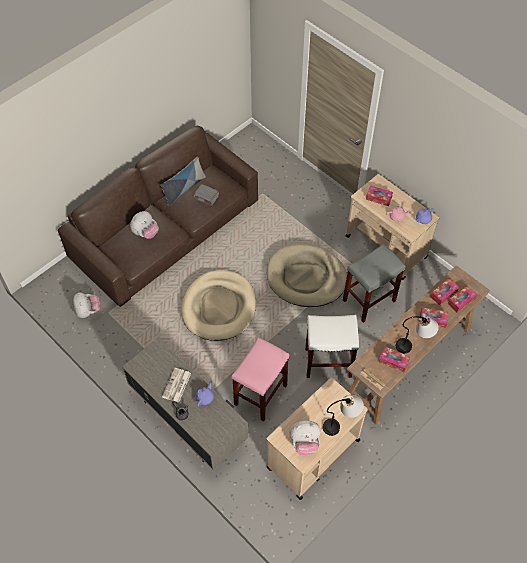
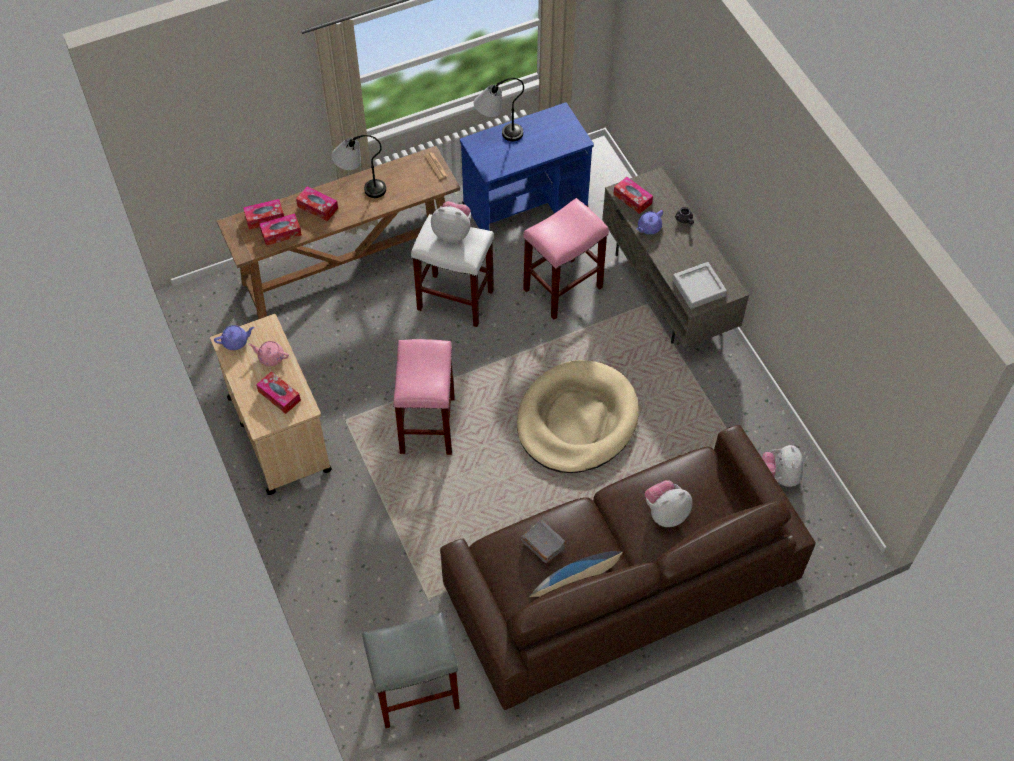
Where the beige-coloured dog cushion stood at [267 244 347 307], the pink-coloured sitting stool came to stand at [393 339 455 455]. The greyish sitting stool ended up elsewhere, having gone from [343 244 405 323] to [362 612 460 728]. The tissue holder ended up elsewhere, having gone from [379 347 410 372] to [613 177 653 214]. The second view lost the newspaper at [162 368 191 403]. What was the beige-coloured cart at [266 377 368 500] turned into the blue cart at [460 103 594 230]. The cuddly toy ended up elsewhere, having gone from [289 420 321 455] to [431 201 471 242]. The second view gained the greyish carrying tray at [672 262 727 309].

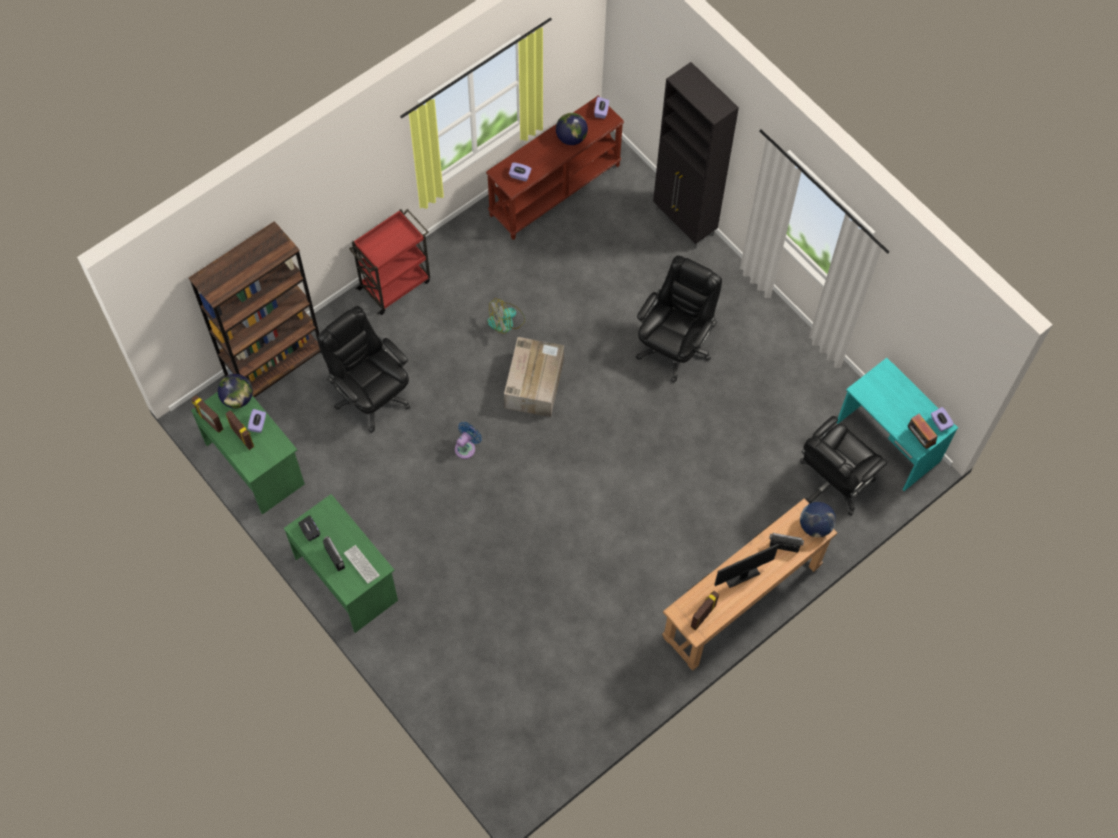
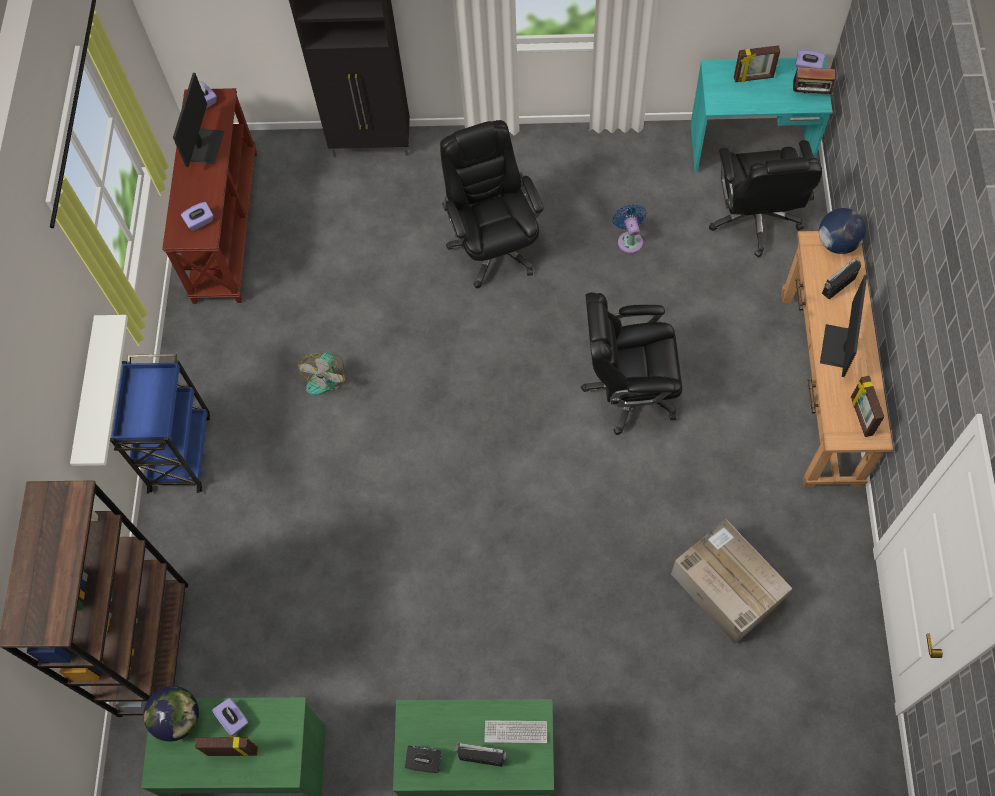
Where the globe stood at [556 113 588 145], the computer display came to stand at [173 73 224 167]. What was the red cart at [349 209 430 315] turned into the blue cart at [110 354 210 494]. The black-coloured desk chair ended up elsewhere, having gone from [318 306 410 433] to [581 292 682 435]. The packing box ended up elsewhere, having gone from [504 337 564 417] to [671 519 793 644]. The picture frame ended up elsewhere, having gone from [192 395 223 433] to [734 45 780 82]. The blue electric fan ended up elsewhere, having gone from [455 422 482 459] to [612 204 647 254]. The second view gained the whitish bracket shelf at [70 315 128 466].

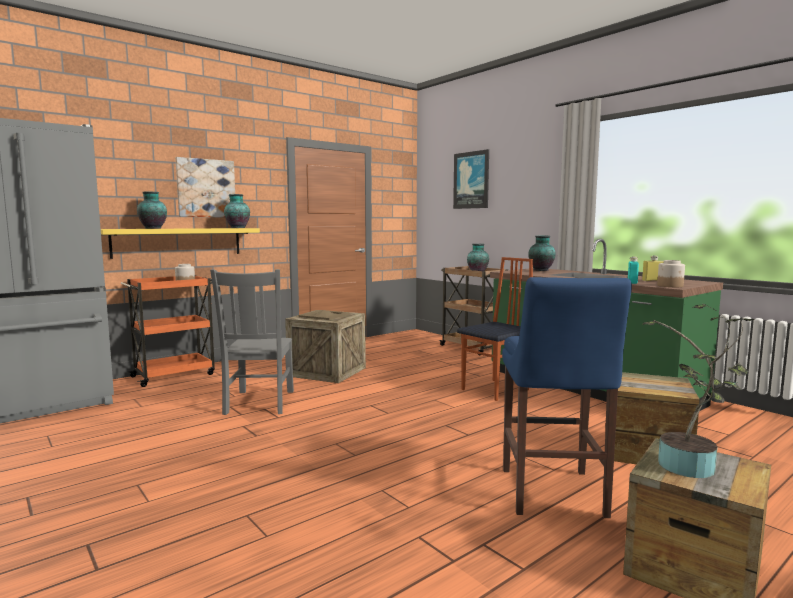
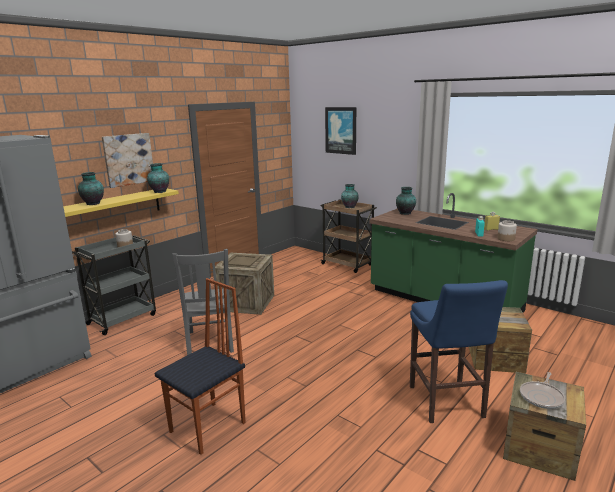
The chair ended up elsewhere, having gone from [457 257 533 401] to [154 278 246 455]. What was the orangey cart at [121 275 215 387] turned into the greyish cart at [72 235 156 335]. Where the potted plant stood at [642 304 755 478], the frying pan came to stand at [520 372 565 409].

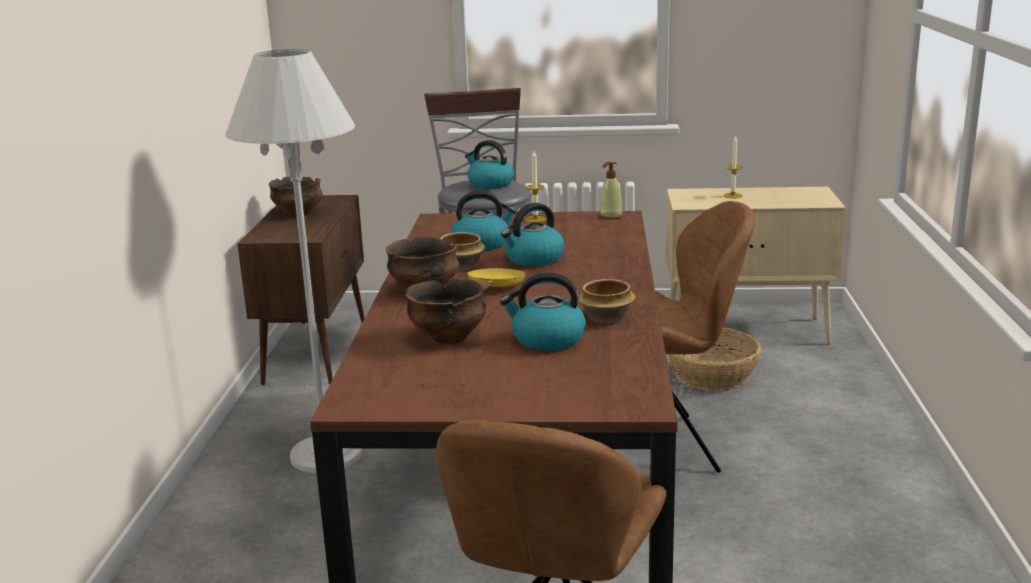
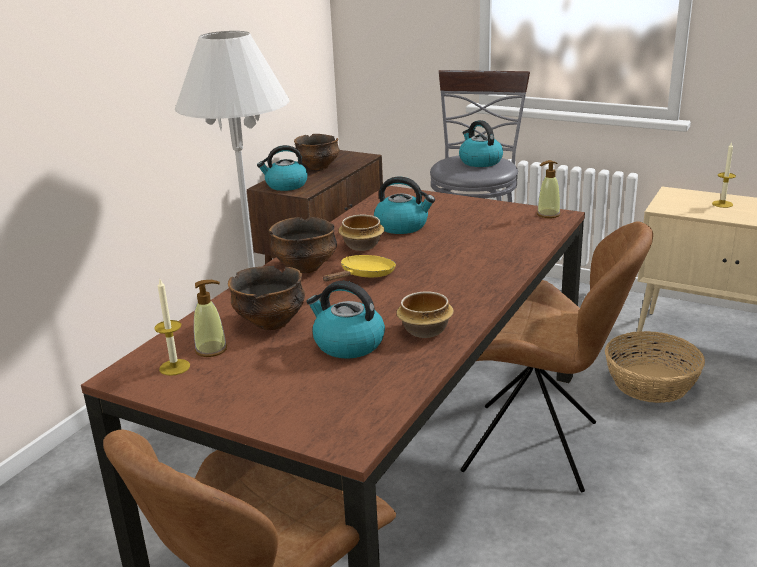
The wax light ended up elsewhere, having gone from [525 151 547 223] to [154 279 190 376]. The water kettle ended up elsewhere, having gone from [501 203 564 267] to [257 145 308 191]. The second view gained the soap dispenser at [194 280 227 357].

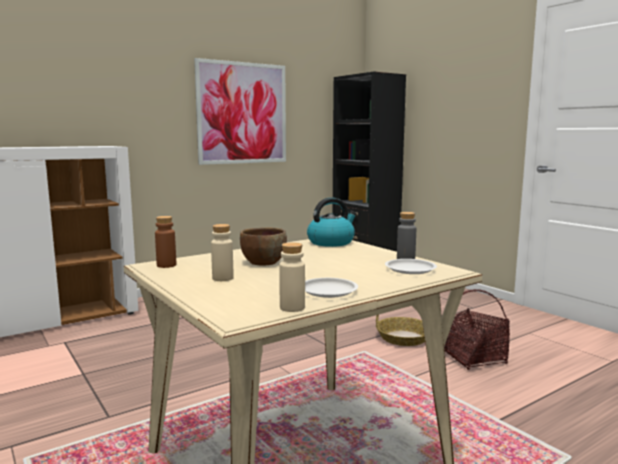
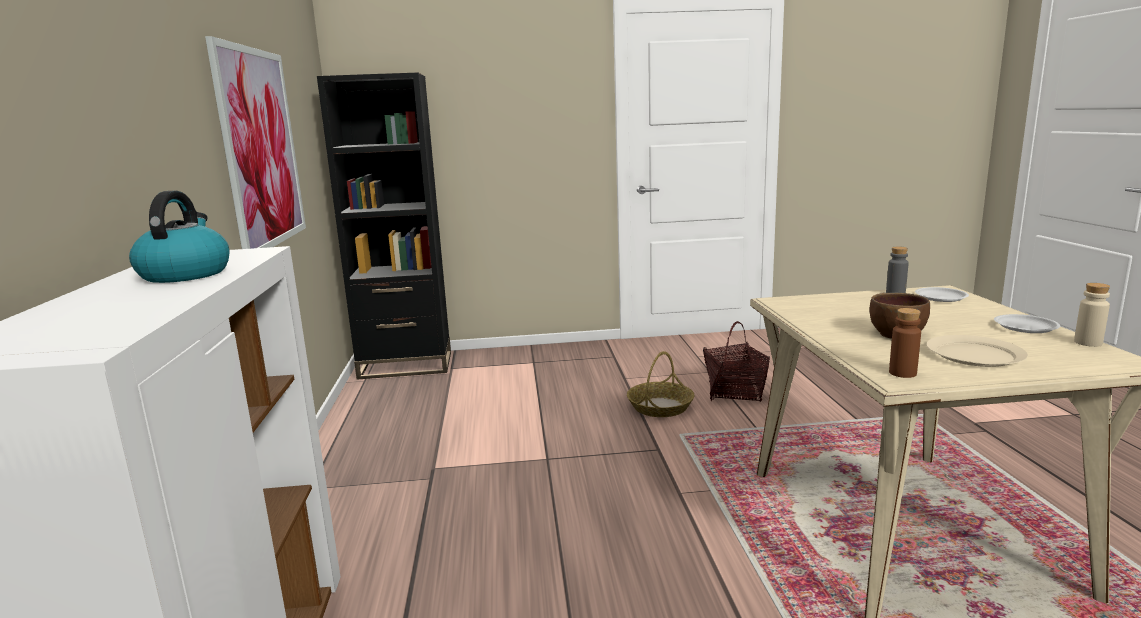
The water kettle ended up elsewhere, having gone from [307 197 357 247] to [129 191 230 283]. Where the beige-coloured bottle stood at [211 224 234 281], the beige-coloured dinner plate came to stand at [926 335 1028 367].

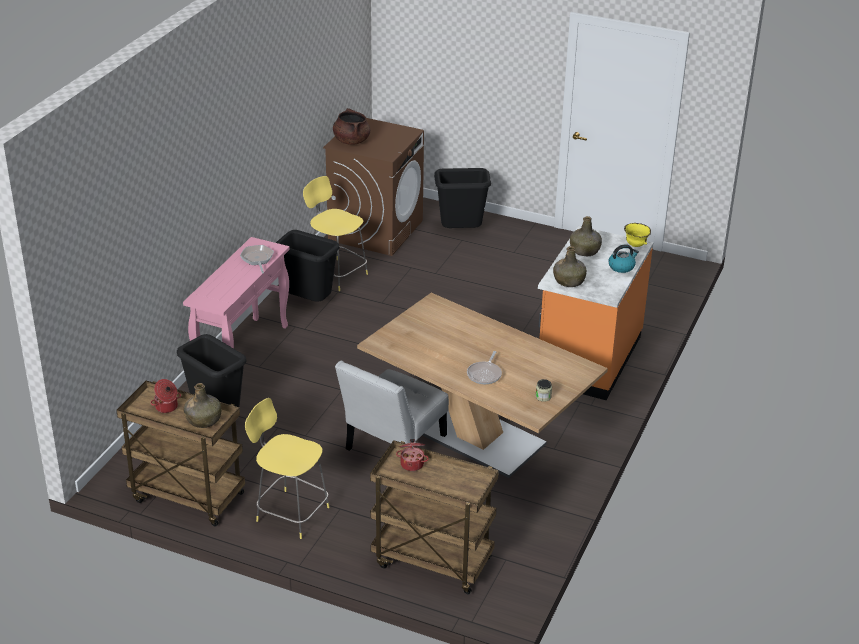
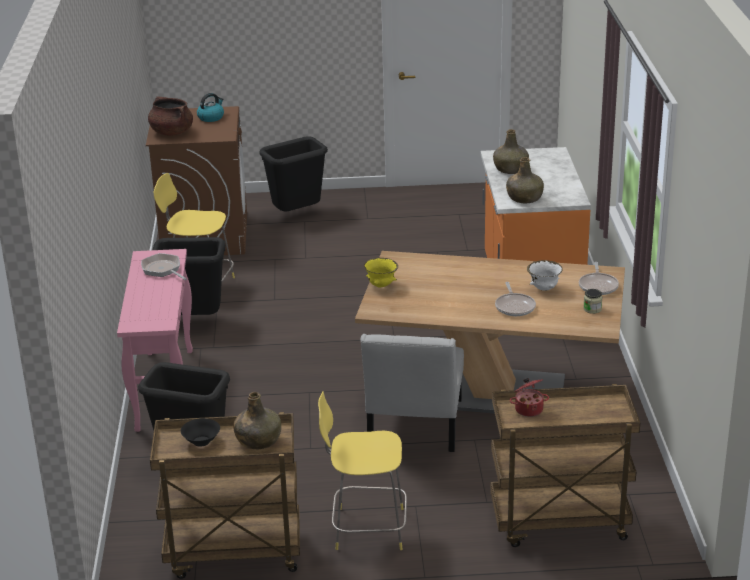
The yellow deep dish ended up elsewhere, having gone from [624 223 651 247] to [364 258 398 288]. The water kettle ended up elsewhere, having gone from [608 244 639 273] to [197 93 224 122]. Where the stockpot stood at [150 379 181 413], the black-coloured deep dish came to stand at [181 418 220 447]. The second view gained the whitish deep dish at [527 260 563 291]. The second view gained the frying pan at [579 262 619 295].

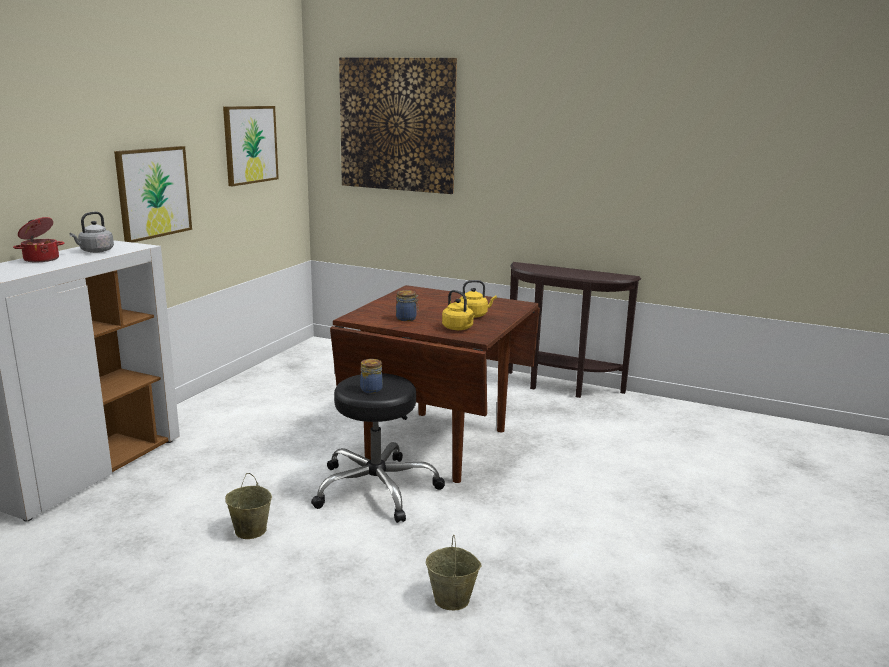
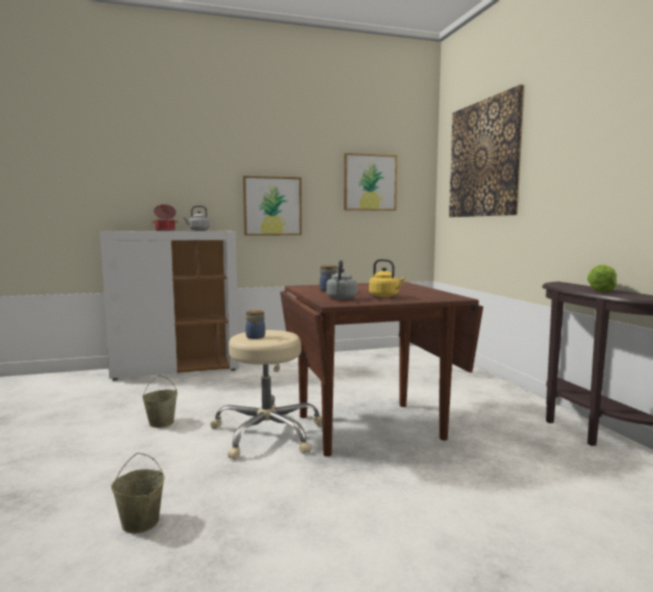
What was the yellow water kettle at [442 290 475 330] turned into the greyish water kettle at [326 260 357 300]. What was the black-coloured sitting stool at [311 373 445 523] turned into the beige-coloured sitting stool at [210 330 322 460]. The second view gained the lettuce at [587 265 617 292].

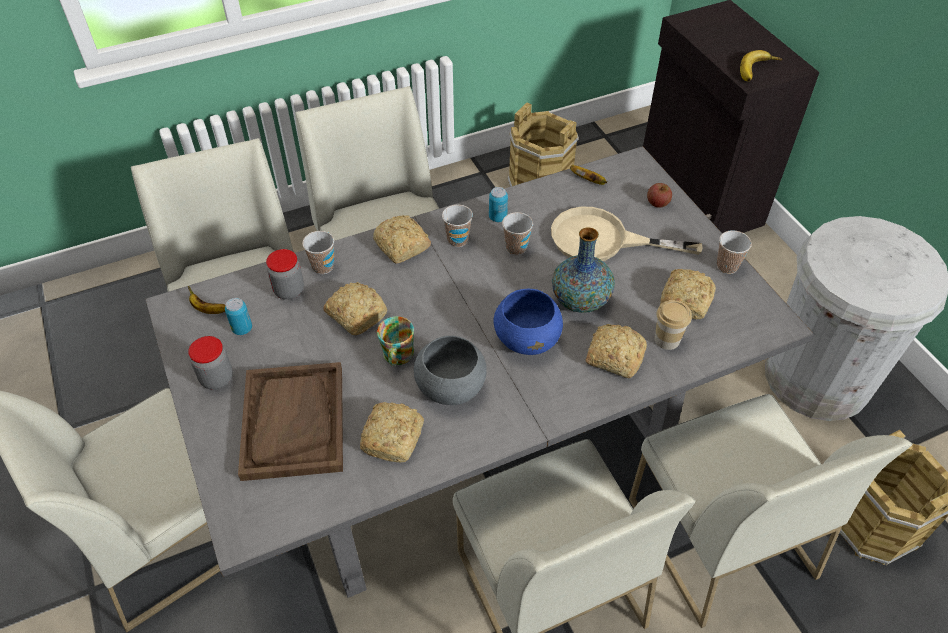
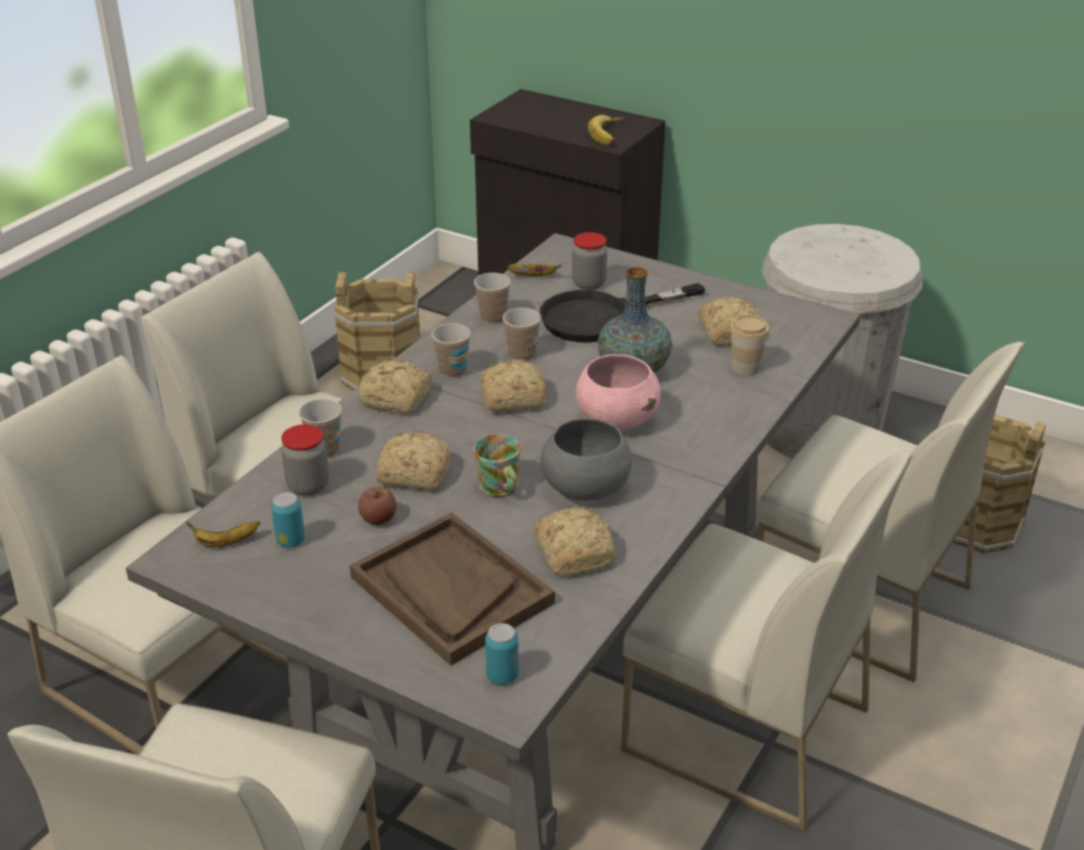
The apple fruit ended up elsewhere, having gone from [647 183 672 208] to [358 487 397 525]. The can ended up elsewhere, having gone from [489 187 508 222] to [485 623 519 685]. What was the beige-coloured frying pan at [551 207 703 261] turned into the black-coloured frying pan at [539 283 706 343]. The cup ended up elsewhere, having gone from [717 230 752 274] to [474 273 511 324]. What was the blue deep dish at [494 289 563 355] turned into the pink-coloured deep dish at [576 354 661 430]. The baked bread ended up elsewhere, having gone from [585 324 647 378] to [480 359 546 412]. The jar ended up elsewhere, having gone from [188 336 233 390] to [572 232 607 290].

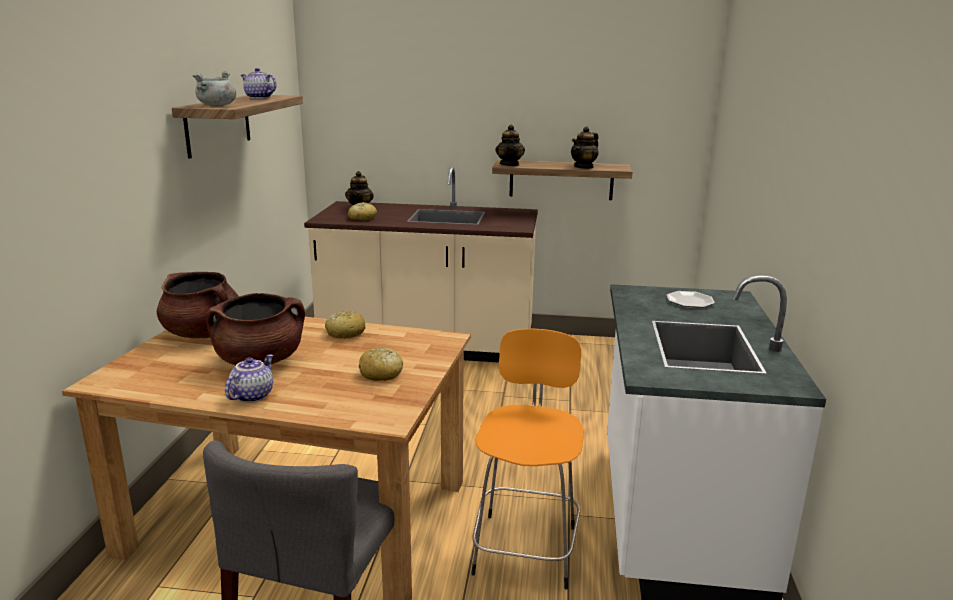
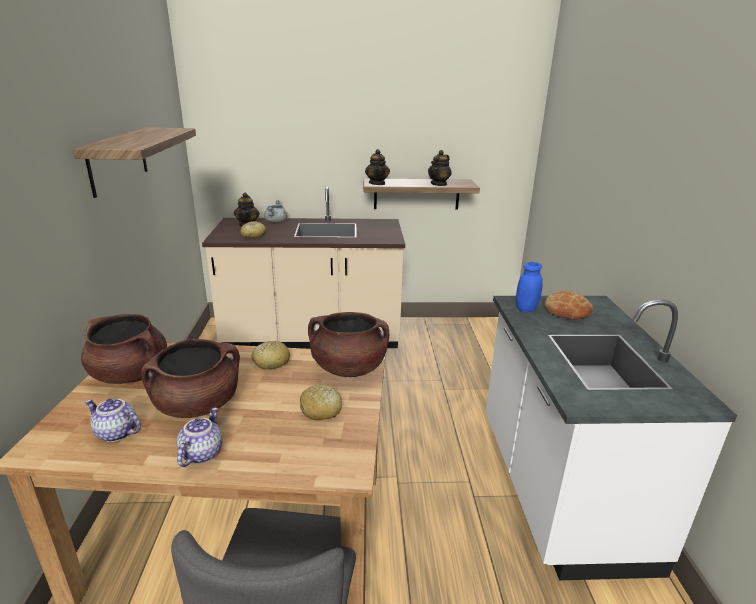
The tea pot ended up elsewhere, having gone from [241 68 276 99] to [85 399 141 442]. The greyish stockpot ended up elsewhere, having gone from [193 71 236 106] to [264 200 288 223]. Where the dinner plate stood at [667 291 715 308], the baked bread came to stand at [545 291 593 319]. The second view lost the orangey sitting stool at [471 329 584 589]. The second view gained the blue jar at [516 262 543 312]. The second view gained the brown-coloured stockpot at [308 312 390 377].

